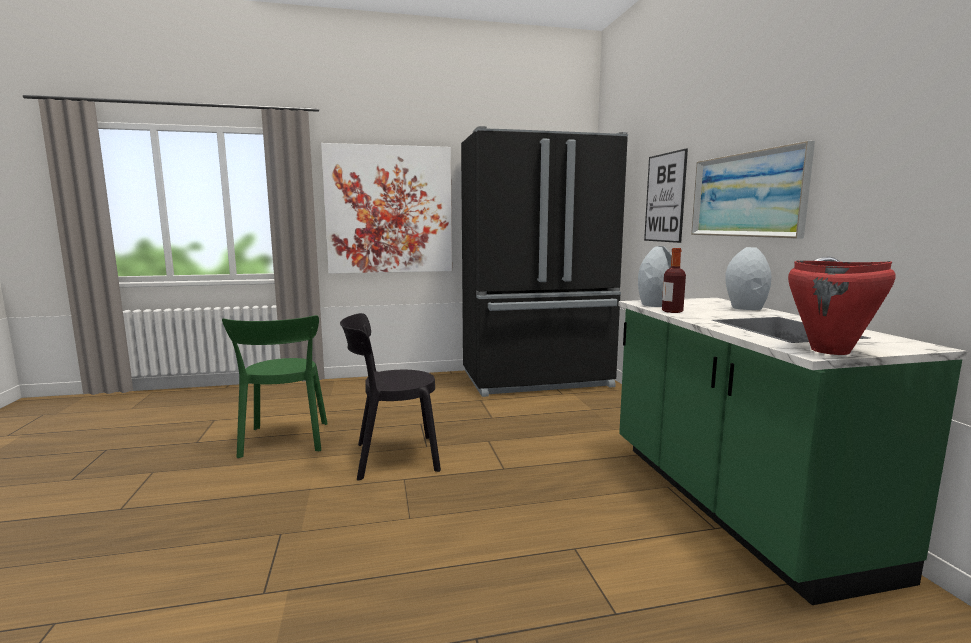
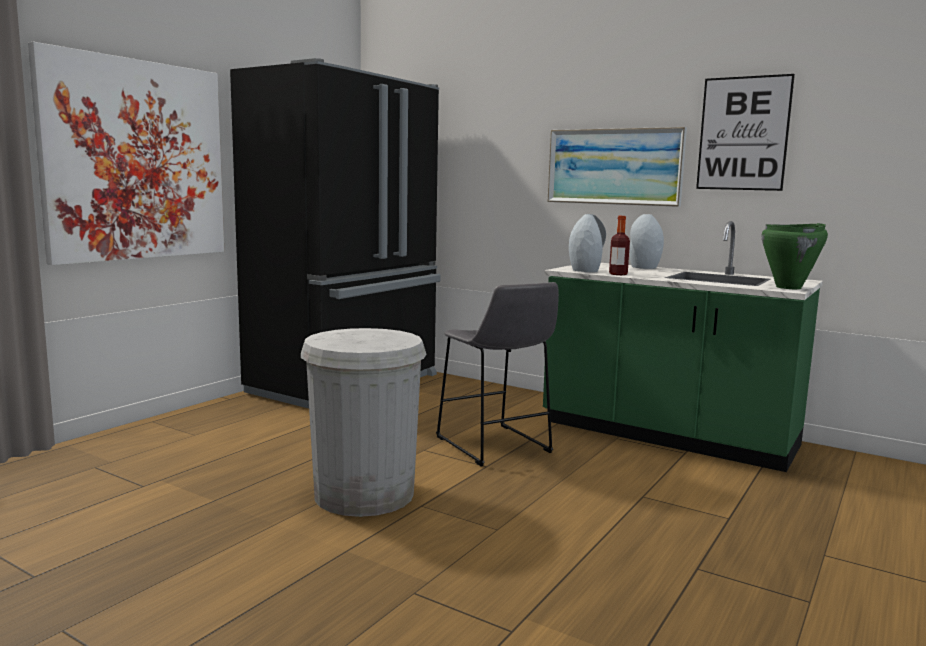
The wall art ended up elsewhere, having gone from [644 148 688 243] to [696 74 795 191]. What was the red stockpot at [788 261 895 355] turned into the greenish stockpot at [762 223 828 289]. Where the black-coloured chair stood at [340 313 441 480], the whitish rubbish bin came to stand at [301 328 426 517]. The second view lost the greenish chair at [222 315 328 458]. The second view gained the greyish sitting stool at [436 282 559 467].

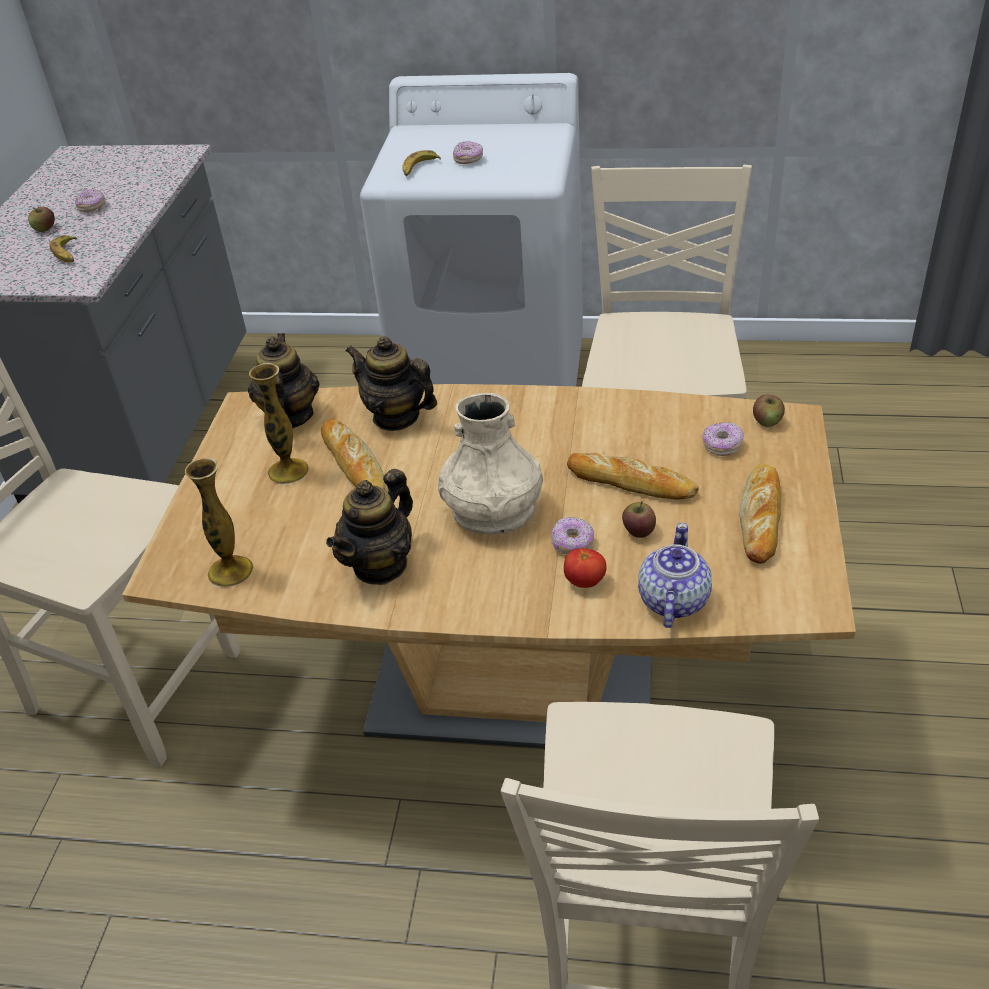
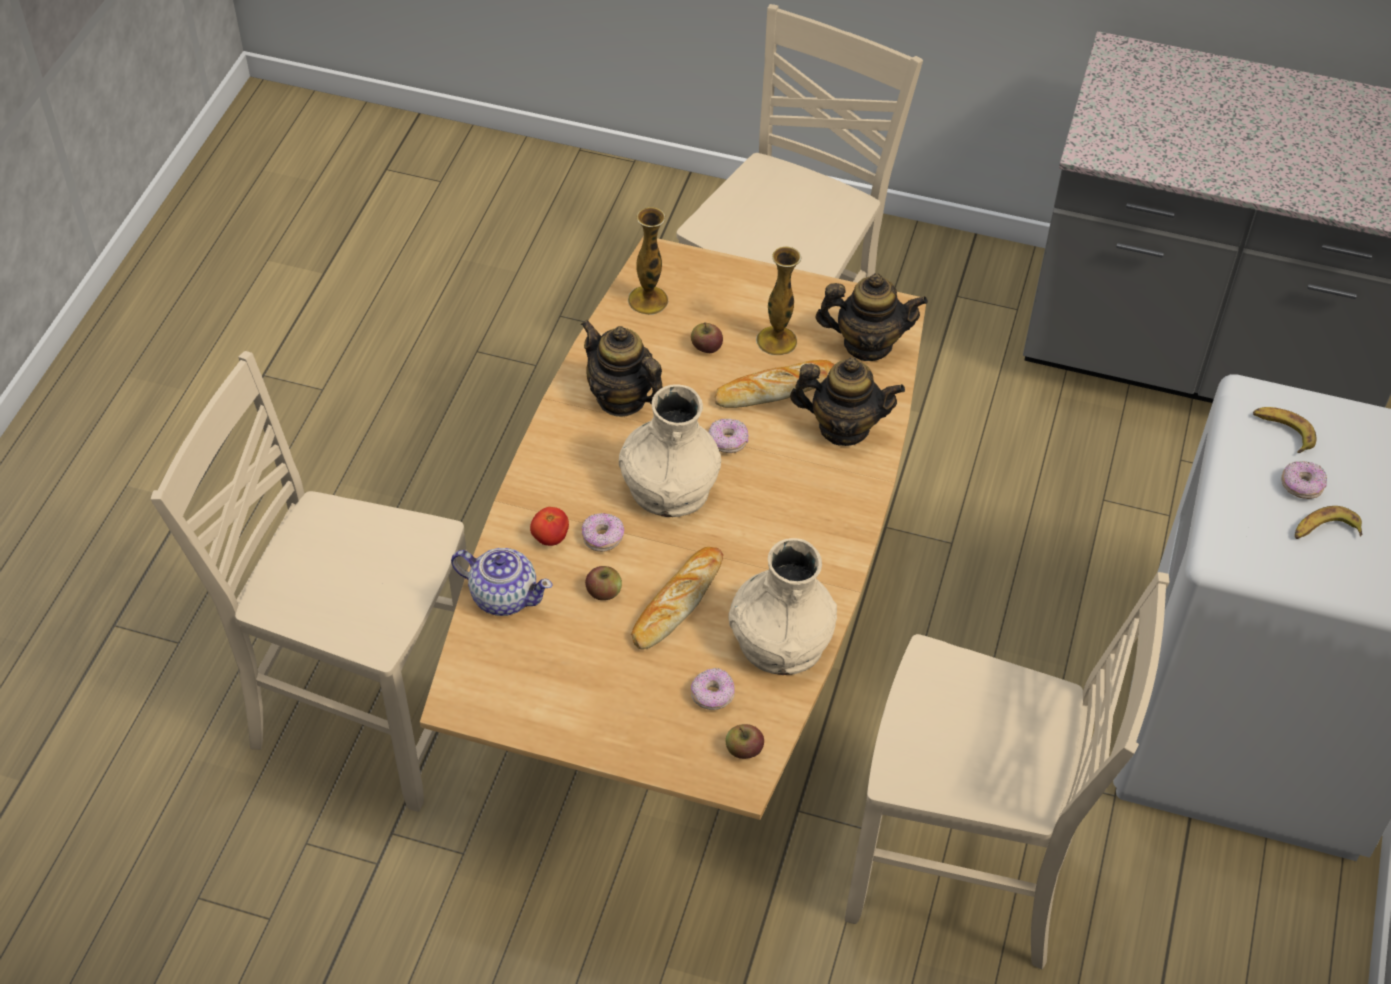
The donut ended up elsewhere, having gone from [75 189 106 212] to [708 418 748 453]. The apple fruit ended up elsewhere, having gone from [28 207 55 232] to [691 322 723 353]. The whole banana ended up elsewhere, having gone from [49 235 77 262] to [1295 506 1362 539]. The tea pot at [346 336 437 431] ended up facing another way, 60 degrees clockwise from before. The second view lost the baked bread at [739 464 781 564]. The second view gained the beige-coloured flower vase at [728 538 837 675].

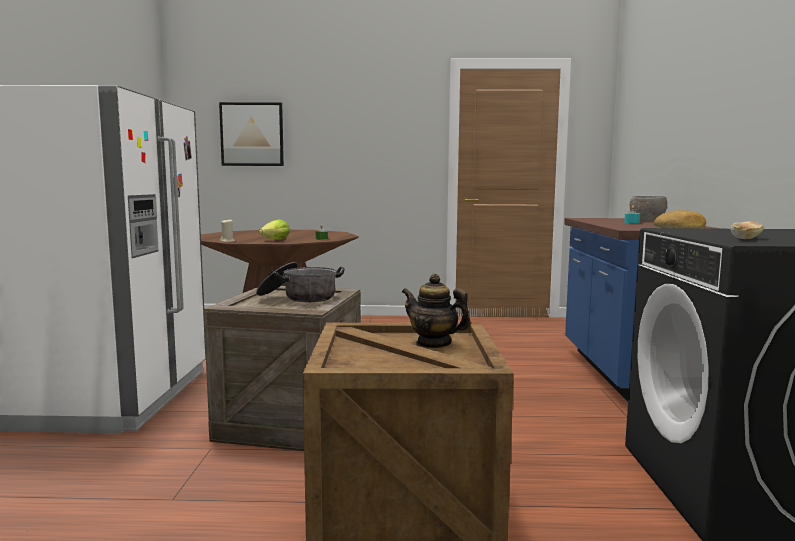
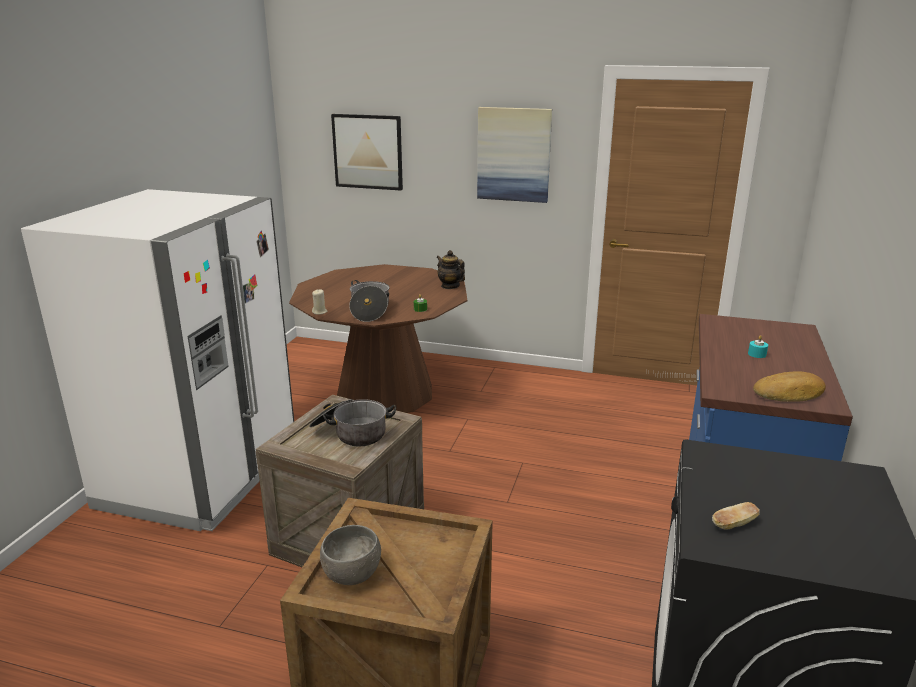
The greyish deep dish ended up elsewhere, having gone from [630 196 667 221] to [320 525 381 585]. Where the lettuce stood at [259 219 290 240], the stockpot came to stand at [349 280 389 322]. The tea pot ended up elsewhere, having gone from [402 274 471 348] to [437 250 465 289]. The second view gained the wall art at [477 107 552 203].

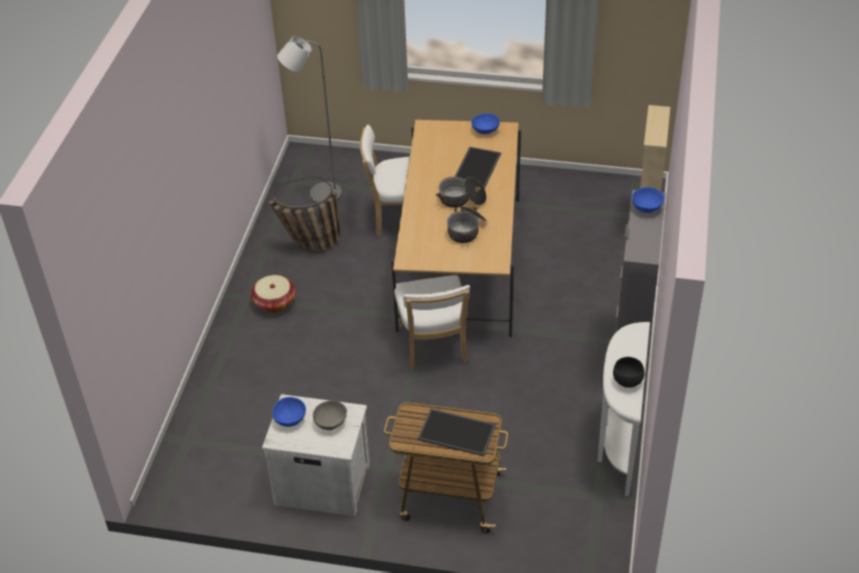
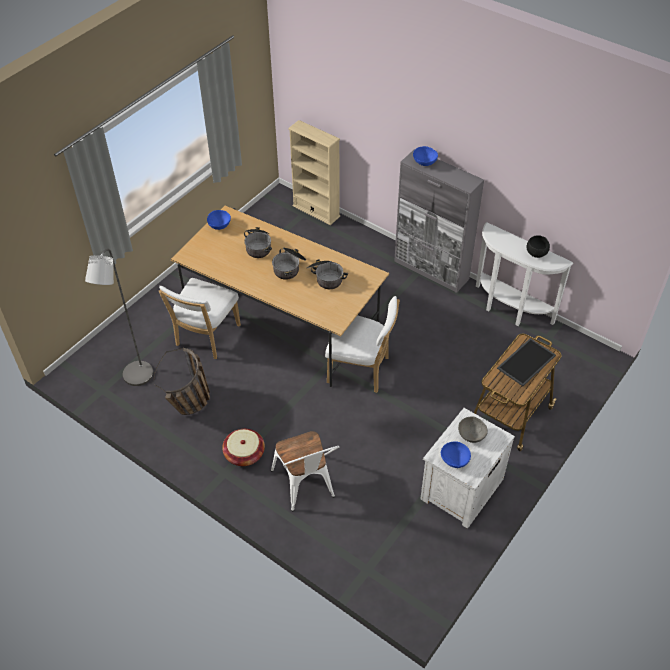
Where the carrying tray stood at [454 147 501 189], the stockpot came to stand at [244 227 272 258]. The second view gained the whitish chair at [271 431 340 511].

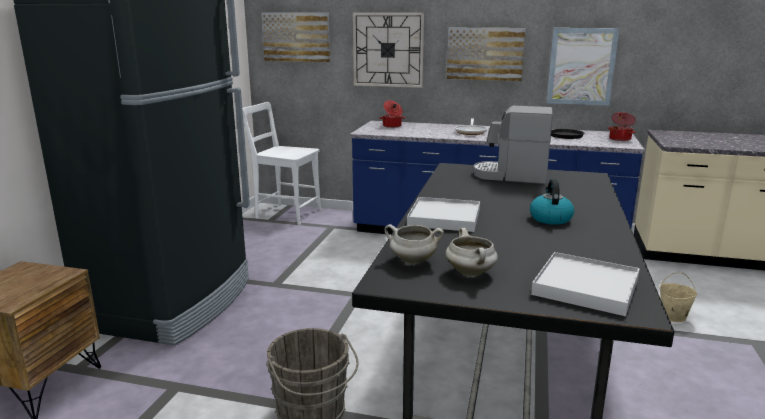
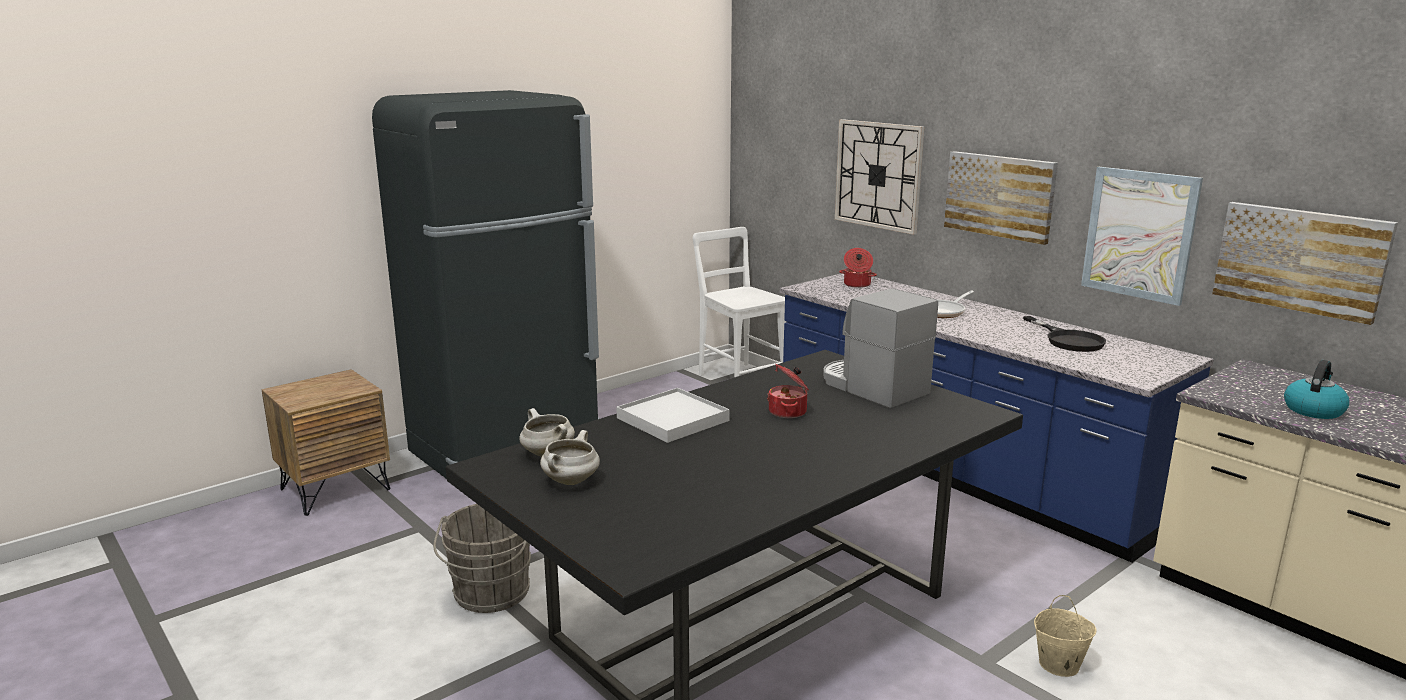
The wall art ended up elsewhere, having gone from [261 12 330 62] to [1212 202 1398 325]. The stockpot ended up elsewhere, having gone from [608 112 636 141] to [767 364 809 418]. The water kettle ended up elsewhere, having gone from [530 179 574 225] to [1284 360 1350 419]. The second view lost the whitish carrying tray at [531 252 640 316].

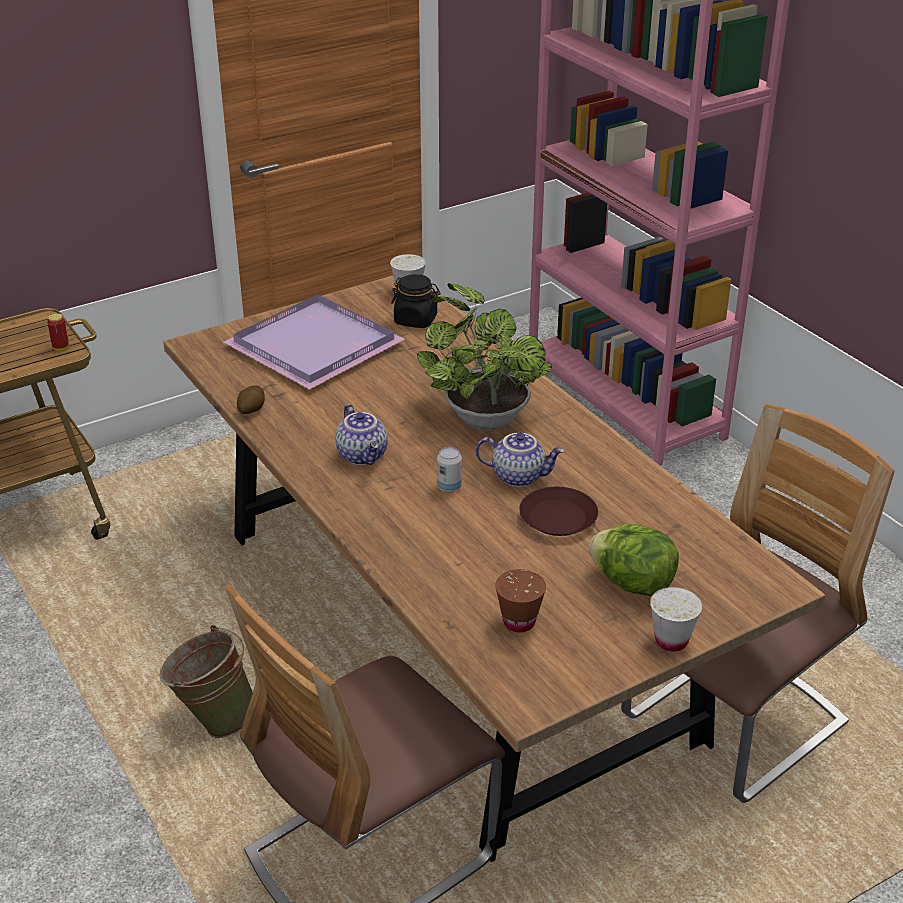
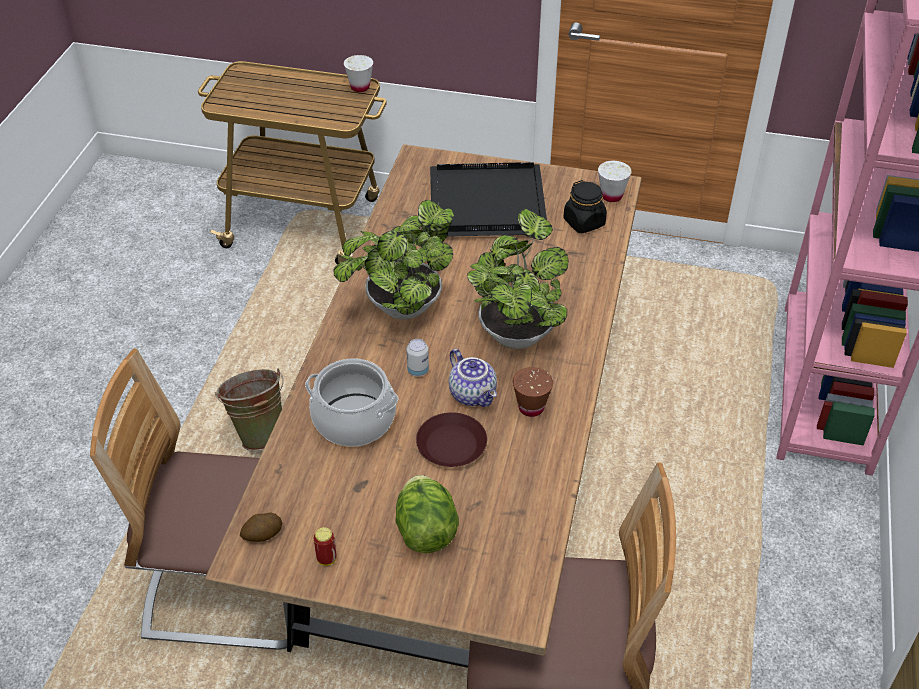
What was the purplish carrying tray at [223 294 405 389] turned into the black-coloured carrying tray at [430 162 547 237]. The can ended up elsewhere, having gone from [47 313 69 351] to [314 527 337 566]. The potato ended up elsewhere, having gone from [237 386 265 414] to [240 512 282 542]. Where the tea pot stood at [335 404 388 465], the potted plant came to stand at [333 200 454 320]. The brown-coloured cup ended up elsewhere, having gone from [495 569 546 632] to [513 367 553 417]. The whitish cup ended up elsewhere, having gone from [650 587 702 651] to [344 55 373 92]. The second view gained the stockpot at [305 359 398 447].

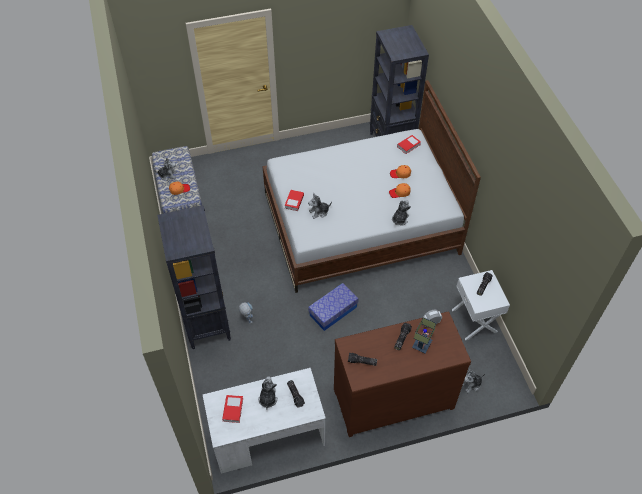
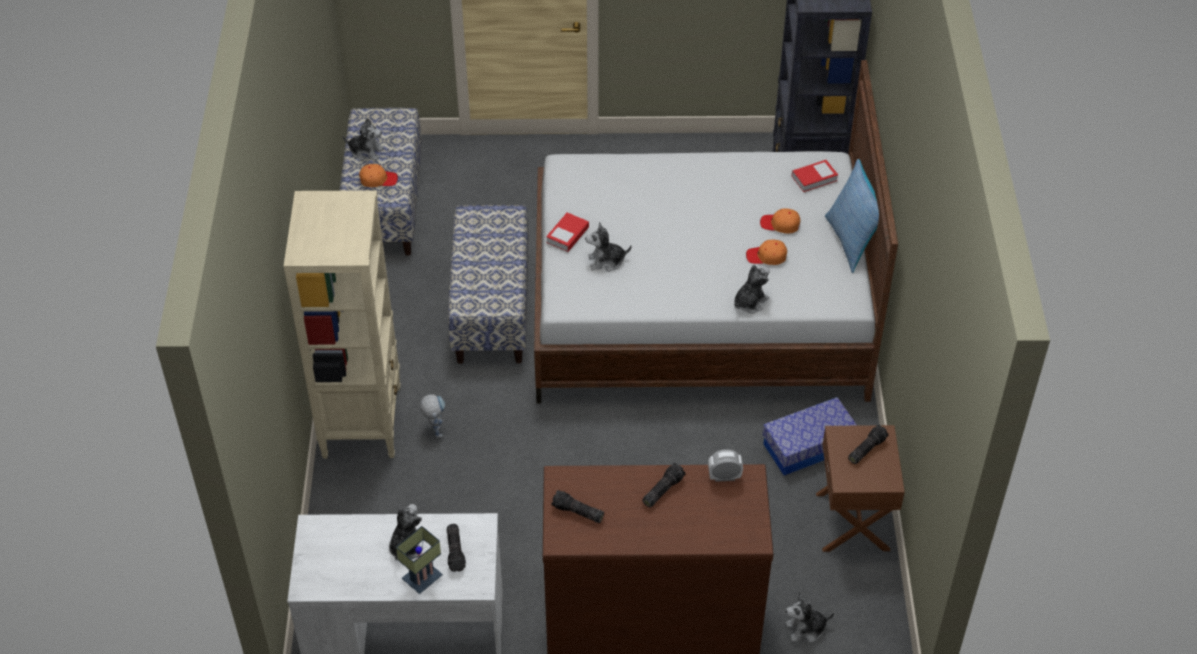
What was the black-coloured shelving unit at [157 205 231 349] turned into the beige-coloured shelving unit at [284 190 401 459]. What was the whitish night table at [452 270 510 340] turned into the brown-coloured night table at [816 425 905 552]. The storage container ended up elsewhere, having gone from [308 283 359 331] to [762 397 857 475]. The lamp for a table ended up elsewhere, having gone from [412 317 436 354] to [396 526 443 594]. The second view lost the book at [222 395 243 423]. The second view gained the throw pillow at [825 159 879 273]. The second view gained the bench at [448 205 529 364].

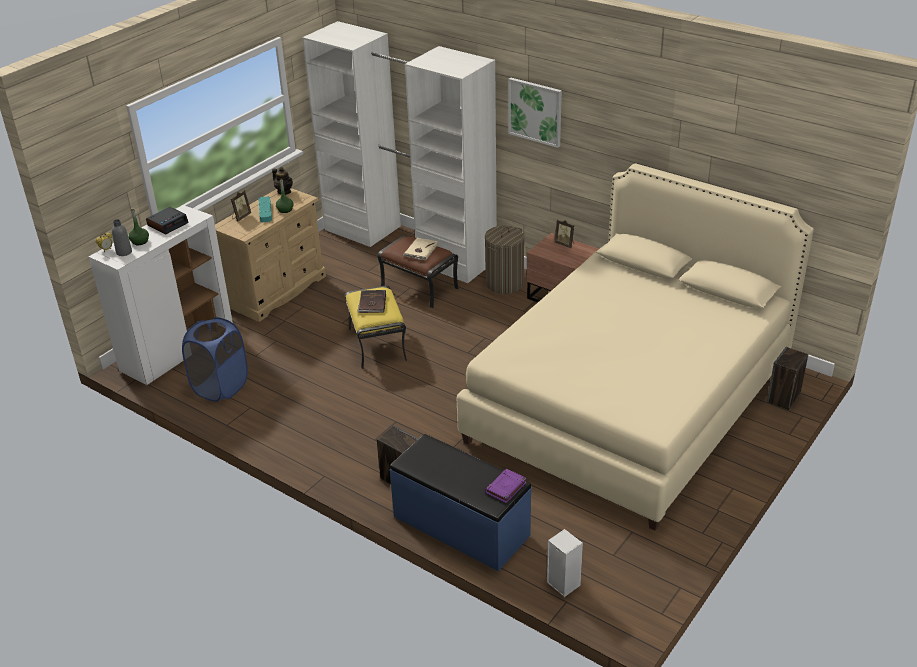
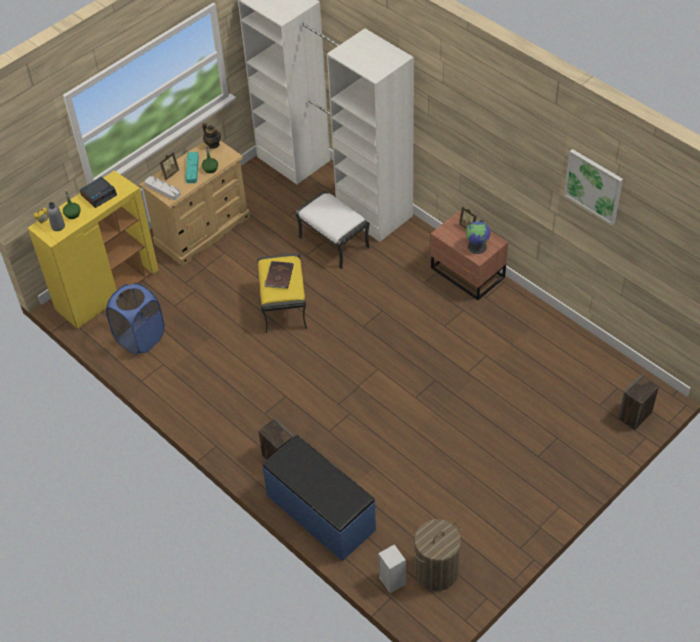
The wall art ended up elsewhere, having gone from [508 77 562 148] to [564 149 623 225]. The second view lost the beige-coloured bed at [457 163 814 531]. What was the whitish cabinet at [89 205 233 385] turned into the yellow cabinet at [28 170 159 329]. The hamper ended up elsewhere, having gone from [485 226 525 294] to [414 519 461 591]. What was the brown-coloured ottoman at [378 235 458 308] turned into the whitish ottoman at [295 191 370 269]. The second view lost the beige-coloured book at [403 238 438 261]. The second view lost the purplish book at [485 469 526 503]. The second view gained the greyish carrying tray at [145 176 181 200]. The second view gained the globe at [466 220 490 254].

